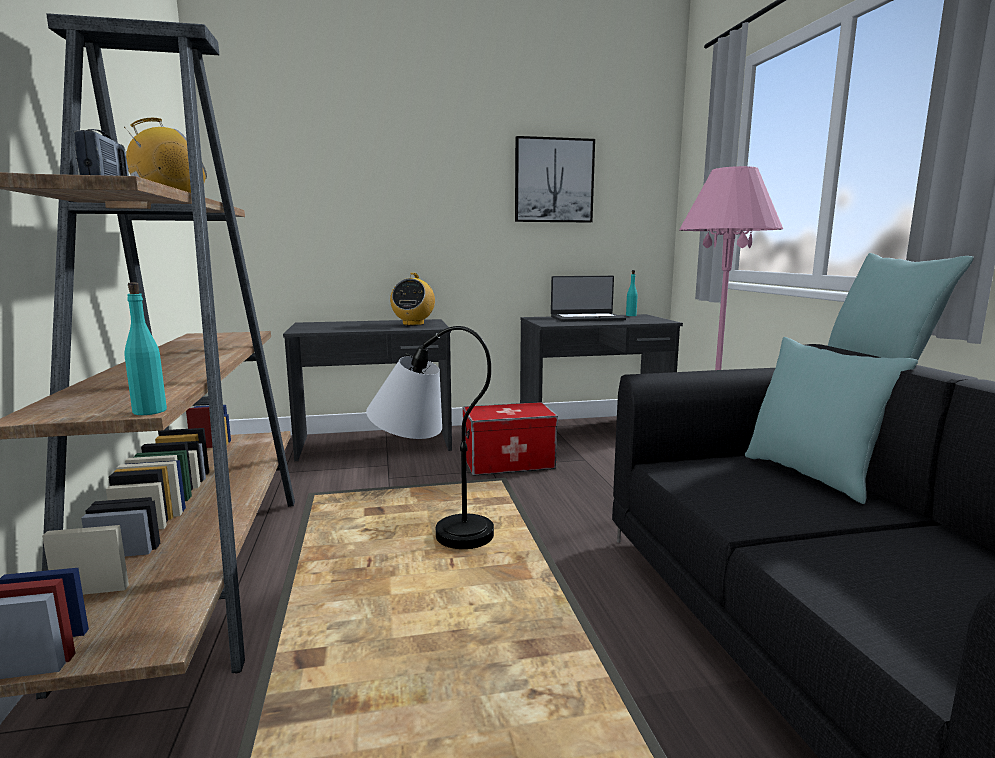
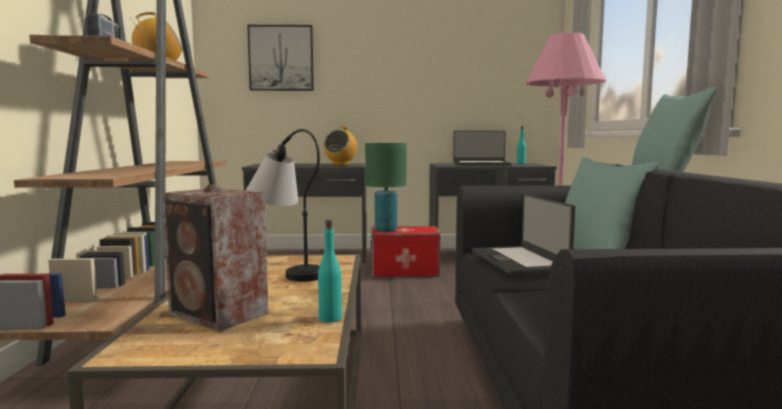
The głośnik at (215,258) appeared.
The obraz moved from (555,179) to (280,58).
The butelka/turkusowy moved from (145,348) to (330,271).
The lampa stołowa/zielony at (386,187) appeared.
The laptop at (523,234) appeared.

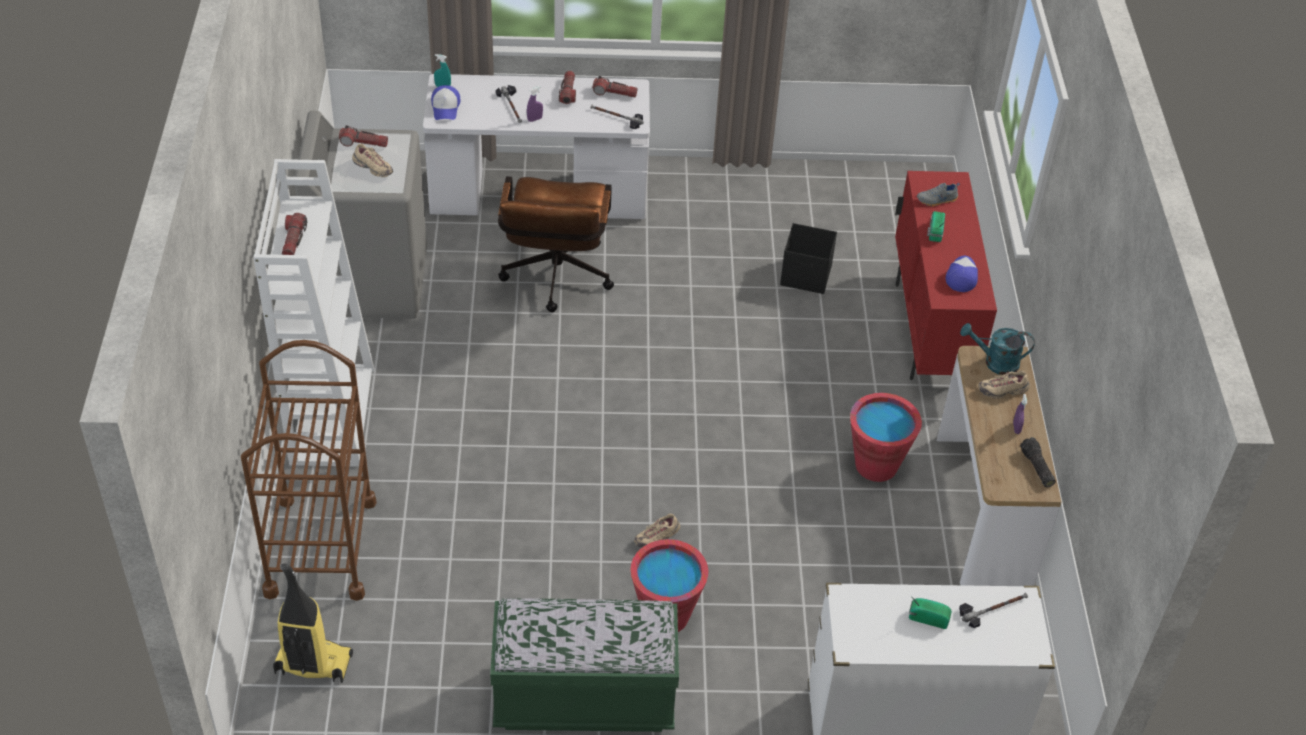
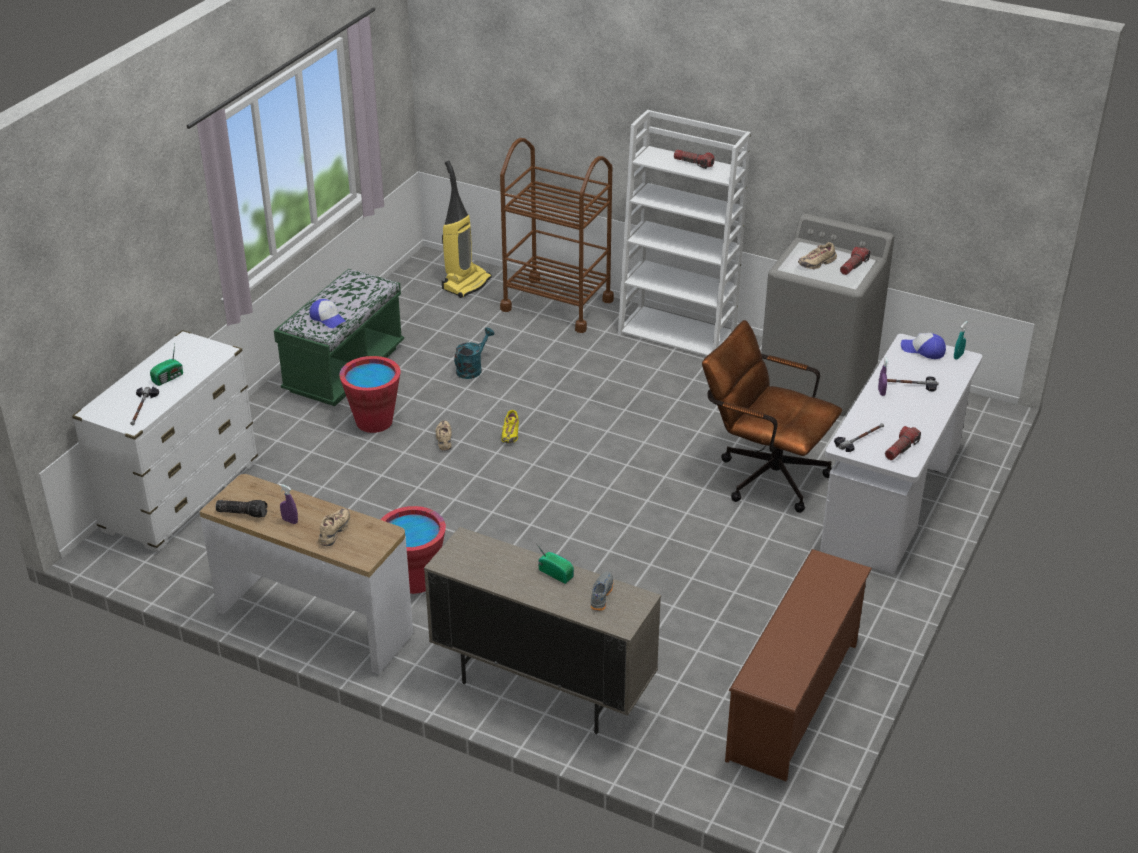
The czapka z daszkiem moved from (962,274) to (327,313).
The szafka/czerwony at (946,275) became the szafka/beżowy at (542,630).
The konewka/turkusowy moved from (997,349) to (474,353).
The but/żółty at (510,426) appeared.
The regał na buty/brązowy at (798,665) appeared.
The latarka at (567,87) disappeared.
The pojemnik do przechowywania/czarny at (808,258) disappeared.

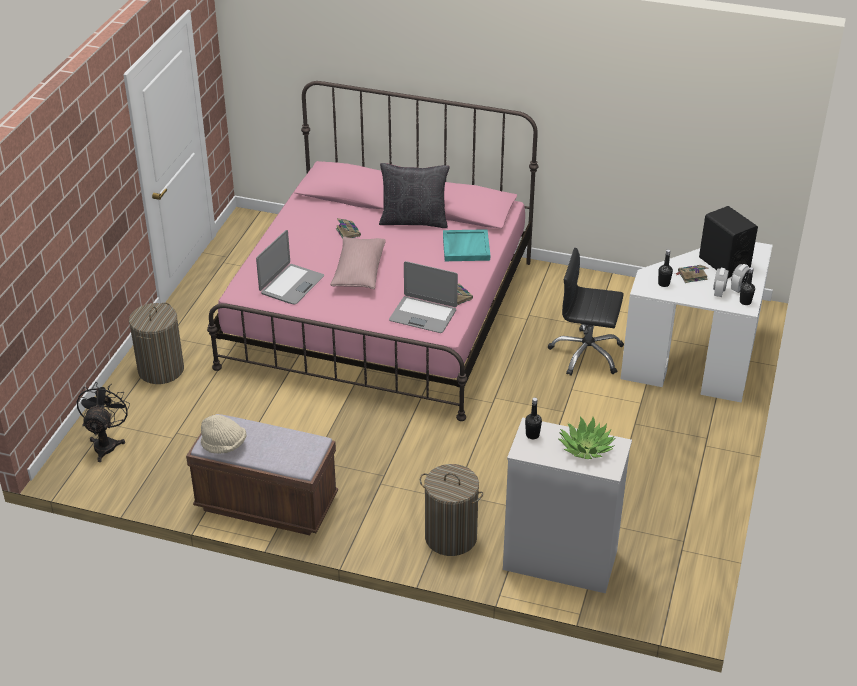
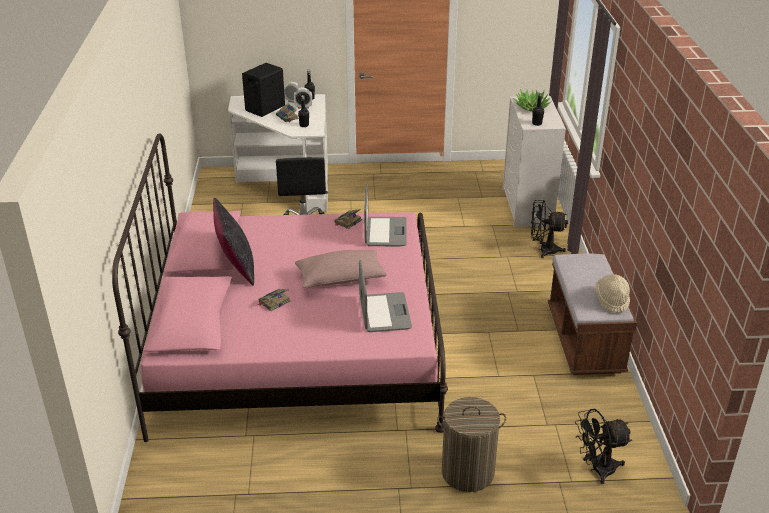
The laptop at (290,267) turned 75 degrees clockwise.
The kosz na pranie at (451,510) was replaced by the wentylator/czarny at (549,229).
The taca/turkusowy at (466,245) disappeared.

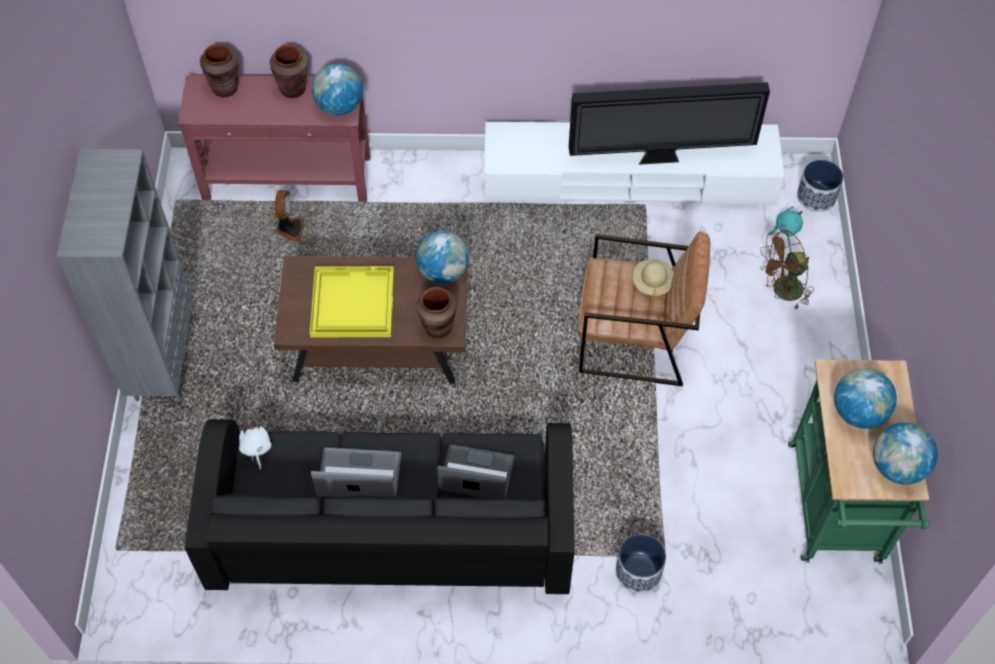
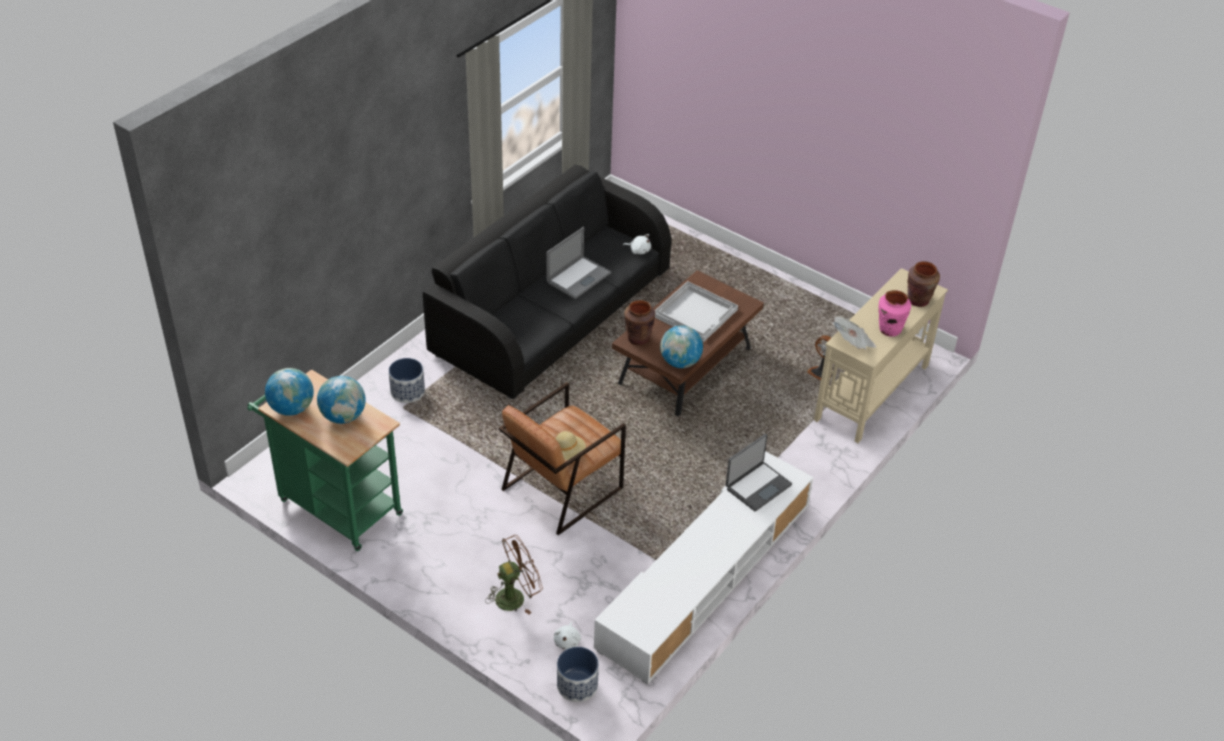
The wentylator/brązowy at (787,270) turned 45 degrees clockwise.
The pluszak/turkusowy at (785,221) became the pluszak/biały at (567,636).
The taca/żółty at (352,301) became the taca/biały at (696,311).
The laptop moved from (475,471) to (759,472).
The stolik konsolowy/czerwony at (274,138) became the stolik konsolowy/beżowy at (881,355).
The globus at (337,89) was replaced by the gazeta at (854,333).
The wazon/brązowy at (289,71) became the wazon/różowy at (895,313).
The regał/szary at (124,275) disappeared.
The telewizor at (669,123) disappeared.

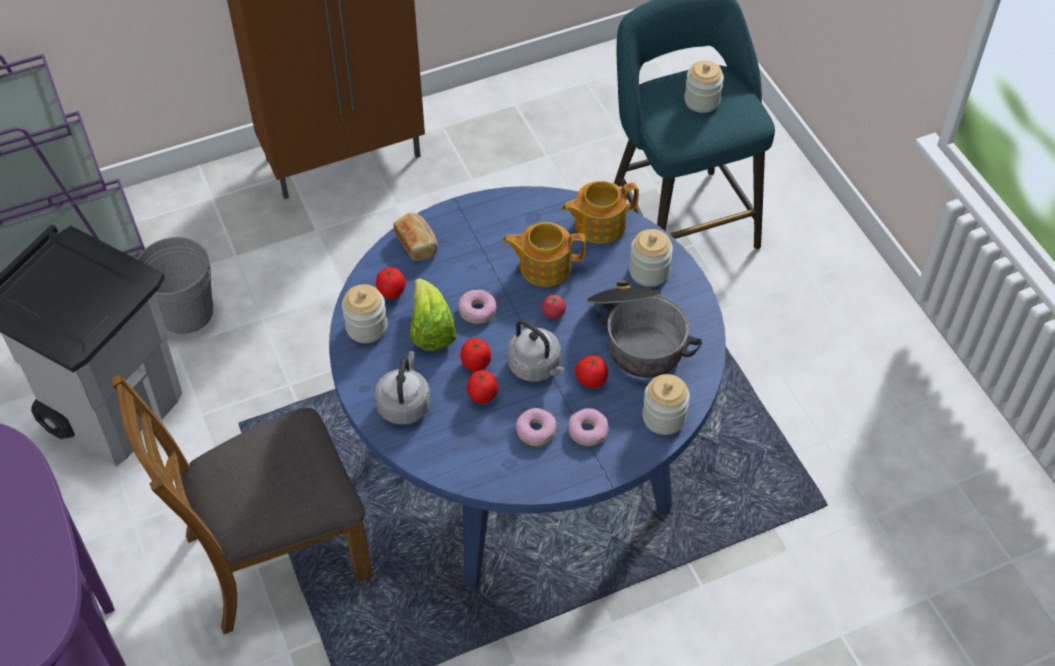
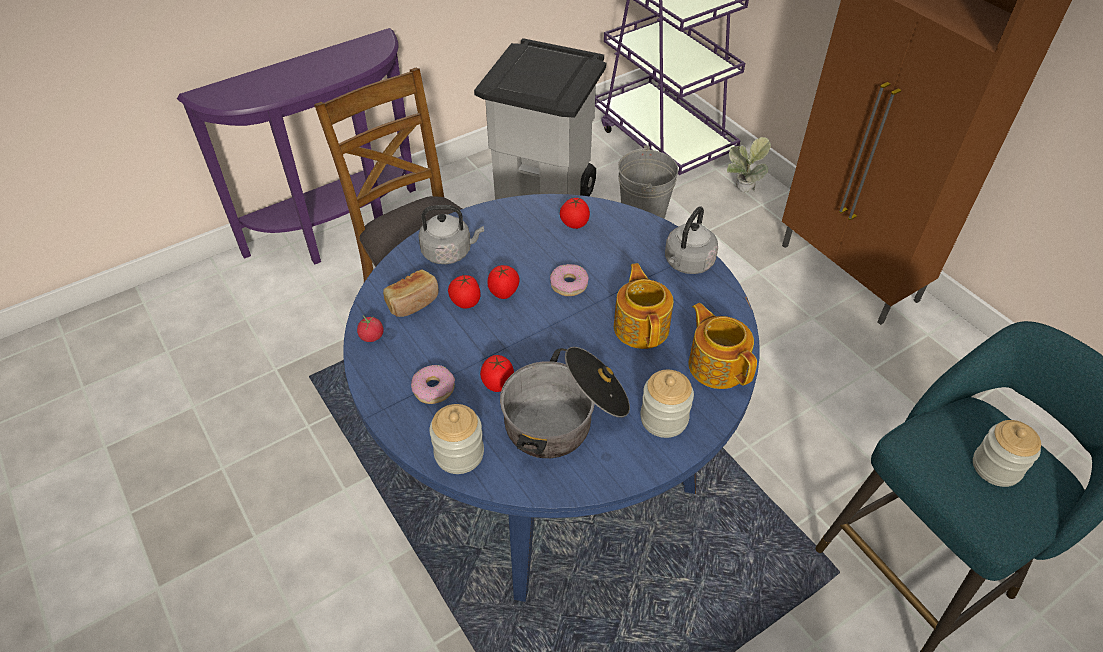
The pomidor moved from (554,306) to (370,328).
The chleb moved from (415,237) to (411,293).
The czajnik/szary moved from (536,351) to (691,240).
The roślina doniczkowa at (749,165) appeared.
The słoik at (365,313) disappeared.
The sałata at (432,314) disappeared.
The donut at (536,427) disappeared.

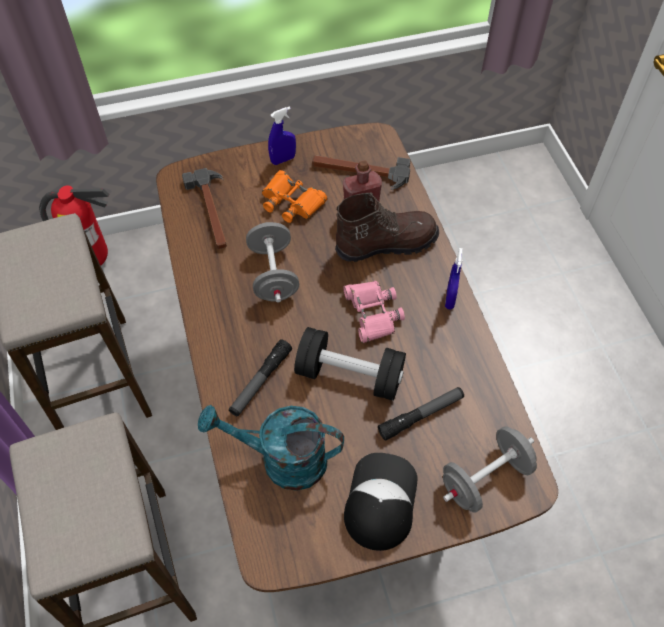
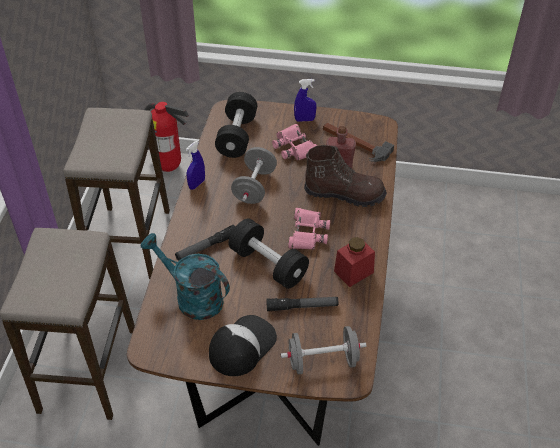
The spryskiwacz/niebieski moved from (454,279) to (195,165).
The młotek at (204,208) was replaced by the hantel/czarny at (236,125).
The lornetka/pomarańczowy at (295,196) became the lornetka/różowy at (294,142).
The słoik/czerwony at (354,262) appeared.

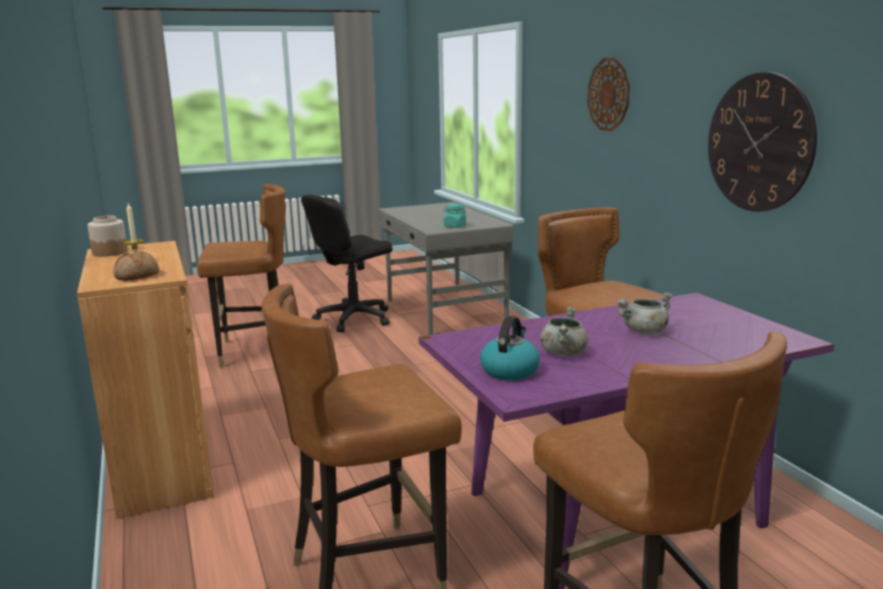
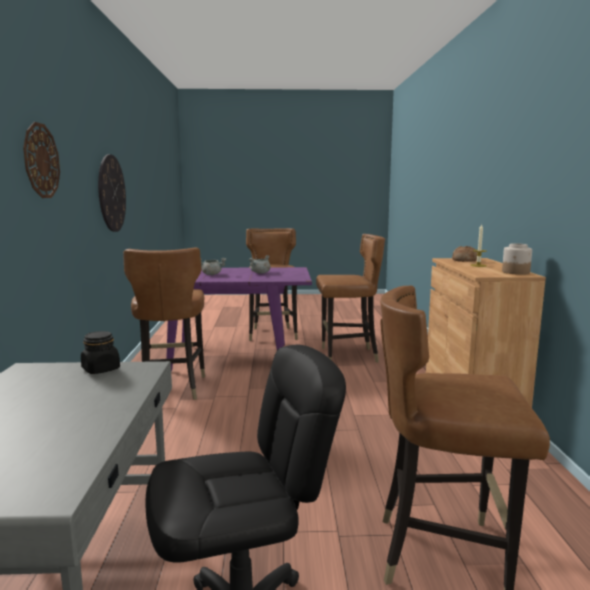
The słoik/turkusowy at (454,216) became the słoik/czarny at (100,352).
The czajnik at (510,348) disappeared.

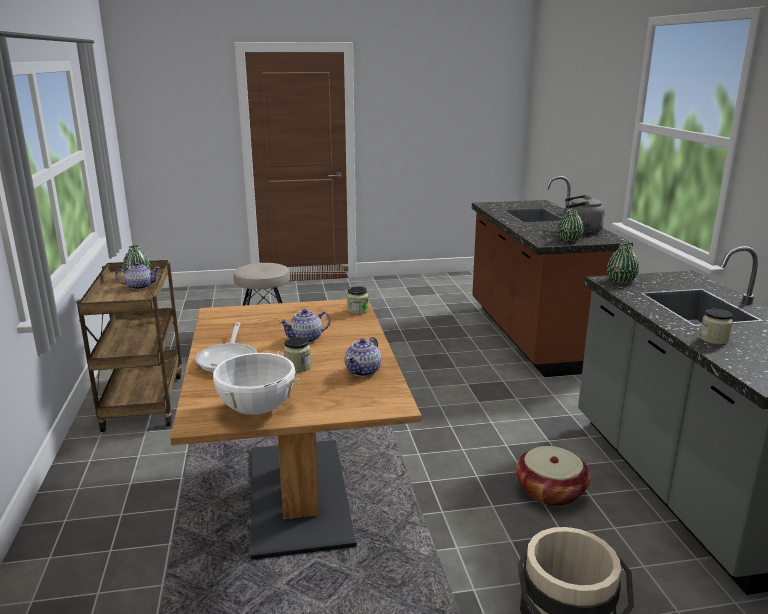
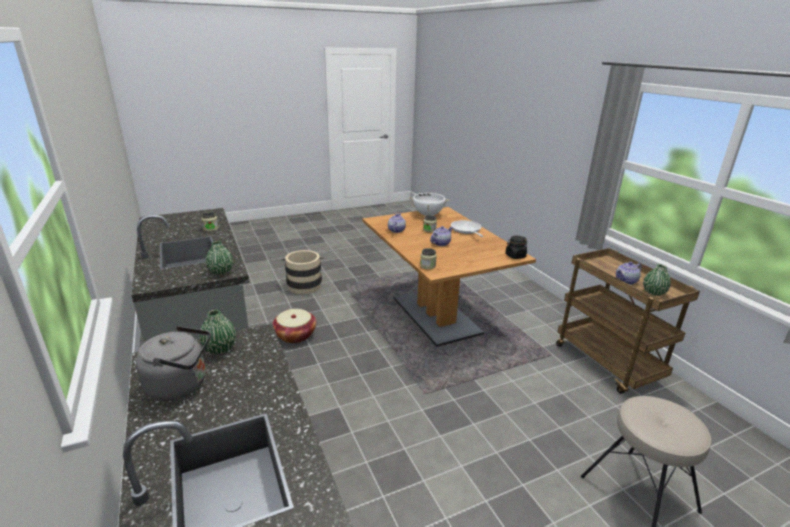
The słoik/czarny at (516,247) appeared.

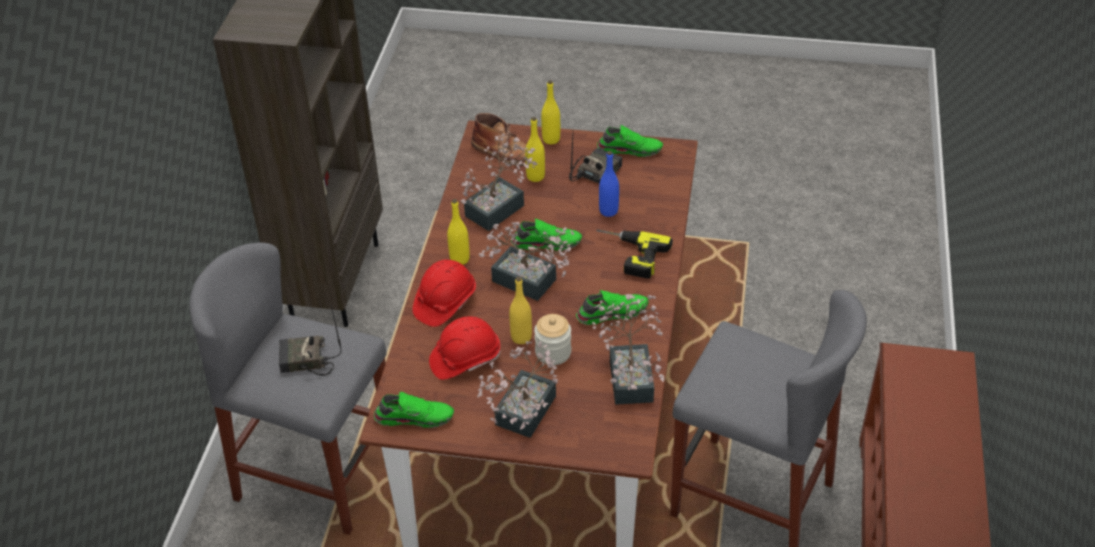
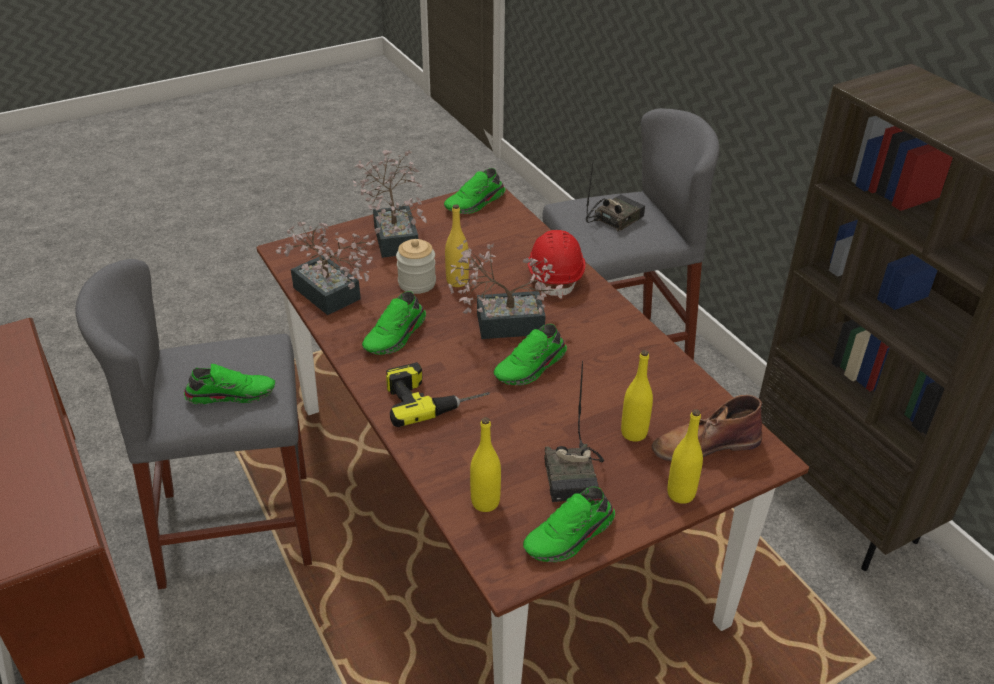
The but/zielony at (229,384) appeared.
The butelka/żółty moved from (458,232) to (485,464).
The kask/czerwony at (464,348) disappeared.
The roślina doniczkowa at (499,182) disappeared.
The butelka/niebieski at (609,184) disappeared.

